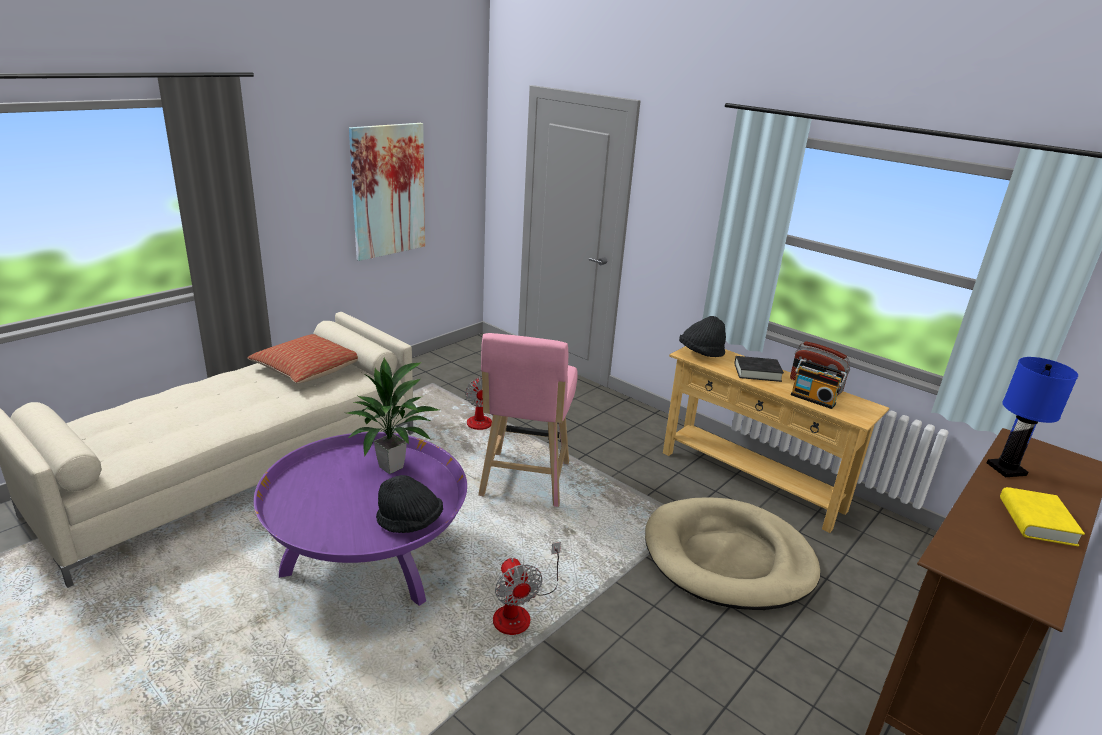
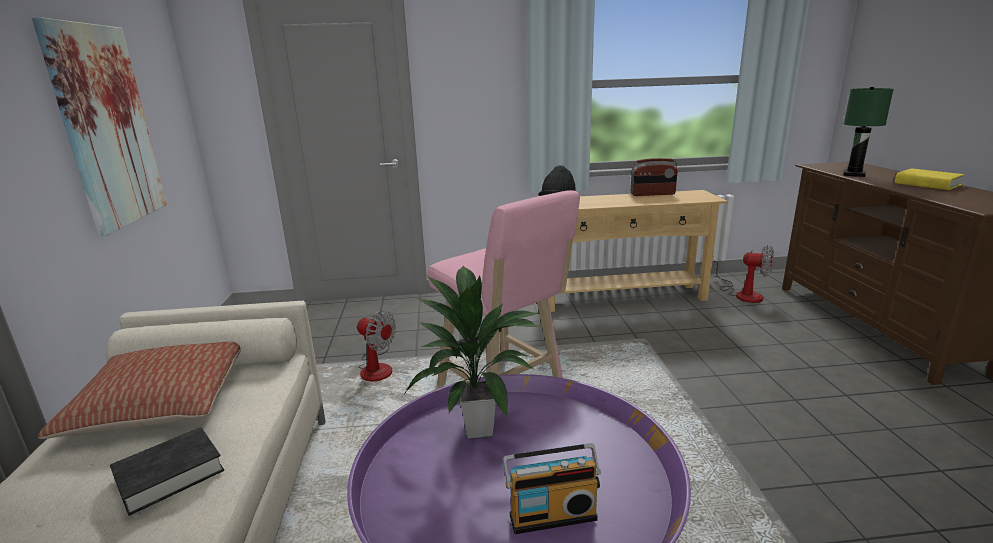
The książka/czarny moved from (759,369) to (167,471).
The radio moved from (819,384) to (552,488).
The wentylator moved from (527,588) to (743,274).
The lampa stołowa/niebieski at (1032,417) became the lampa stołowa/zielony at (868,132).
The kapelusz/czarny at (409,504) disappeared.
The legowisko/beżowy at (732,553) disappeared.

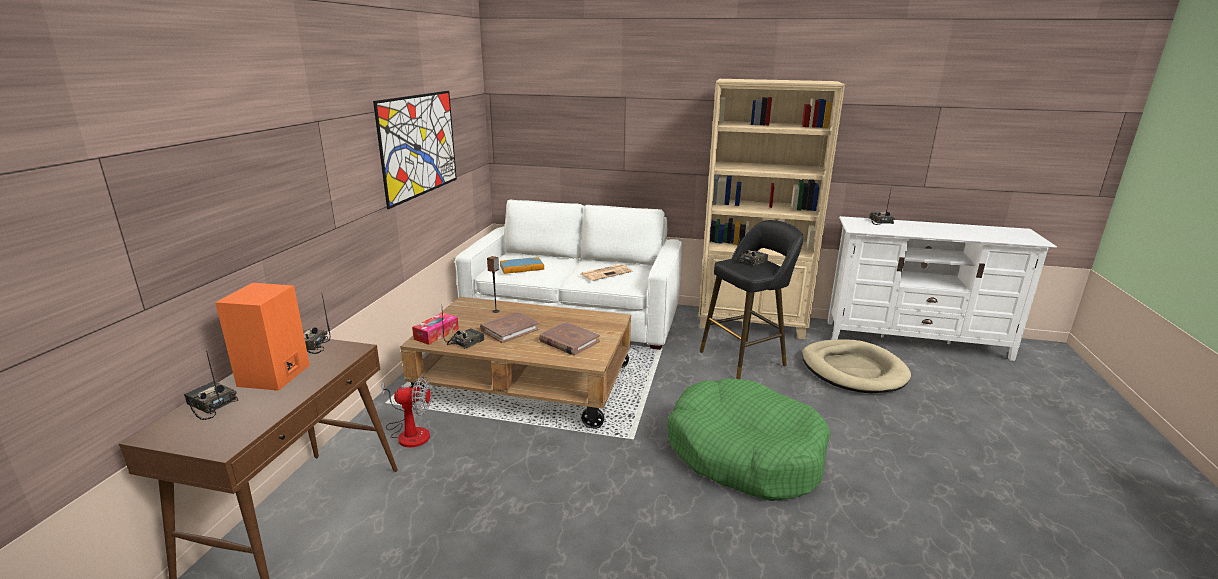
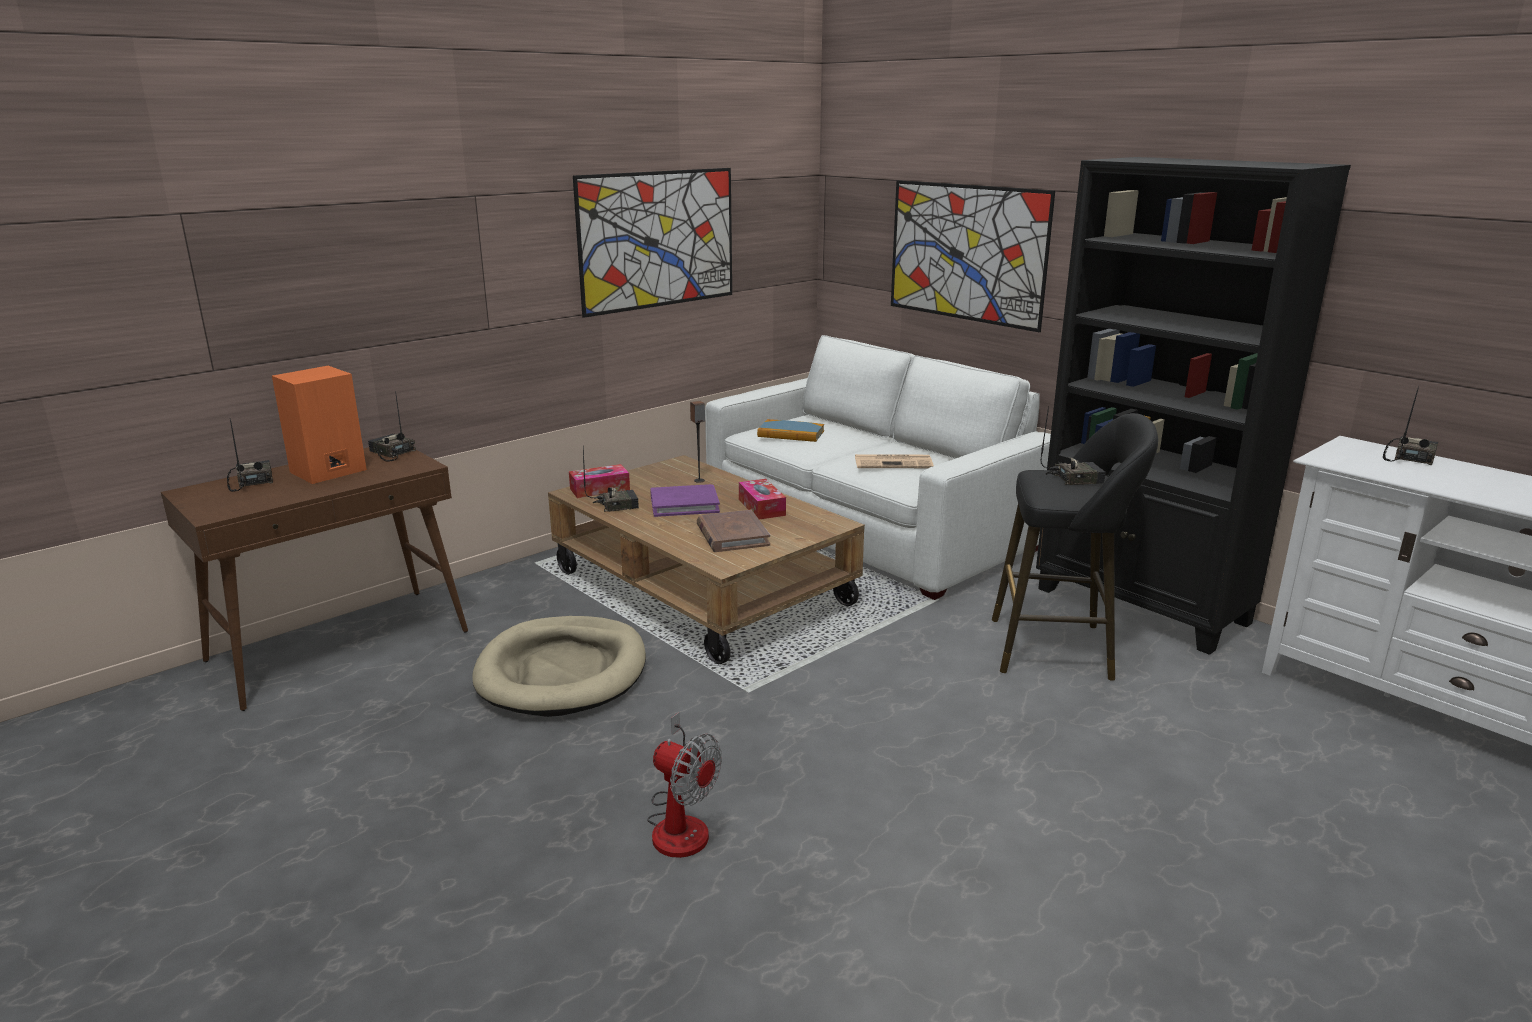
The legowisko/beżowy moved from (856,366) to (559,666).
The wentylator moved from (406,412) to (684,785).
The książka/brązowy at (510,327) became the książka/fioletowy at (685,500).
The pudełko chusteczek at (762,499) appeared.
The obraz at (973,256) appeared.
The regał/beżowy at (772,209) became the regał/czarny at (1193,406).
The legowisko/zielony at (749,439) disappeared.

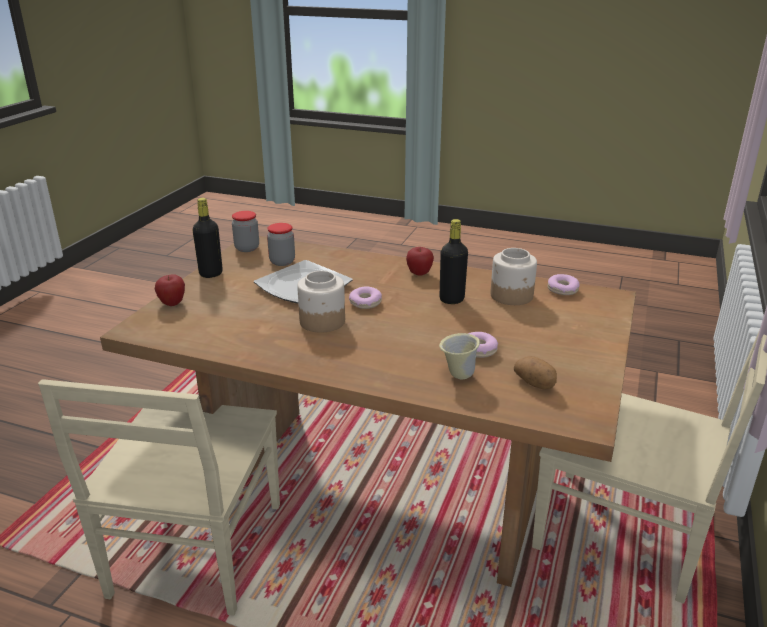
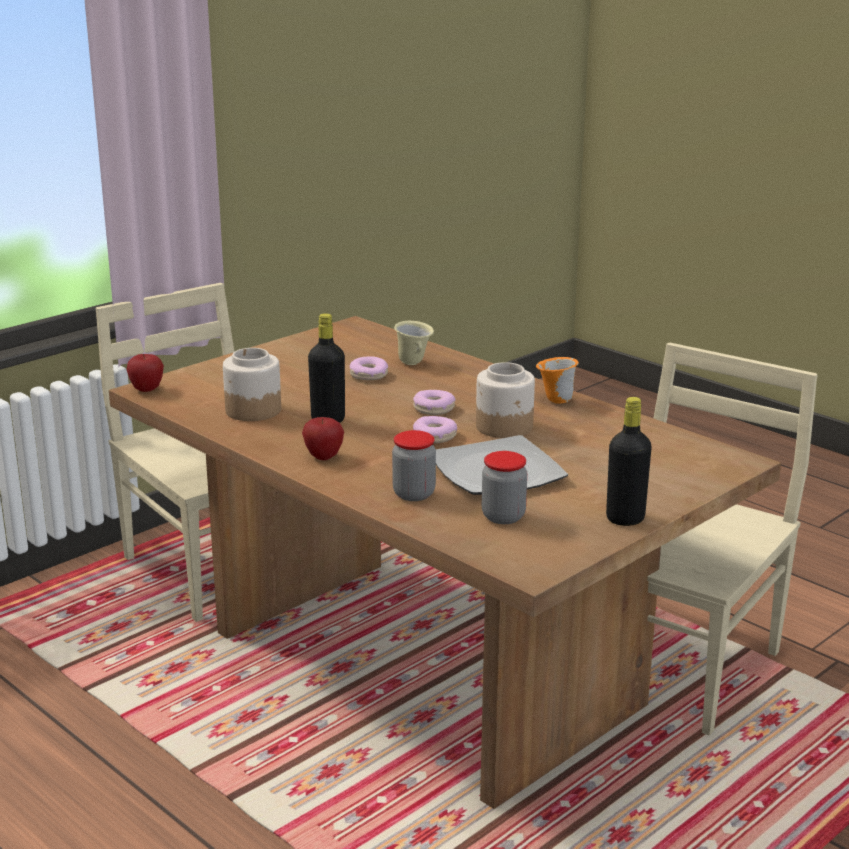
The jabłko moved from (170,290) to (145,373).
The słoik moved from (245,231) to (414,465).
The donut moved from (564,284) to (434,402).
The kubek/pomarańczowy at (557,380) appeared.
The ziemniak at (535,373) disappeared.

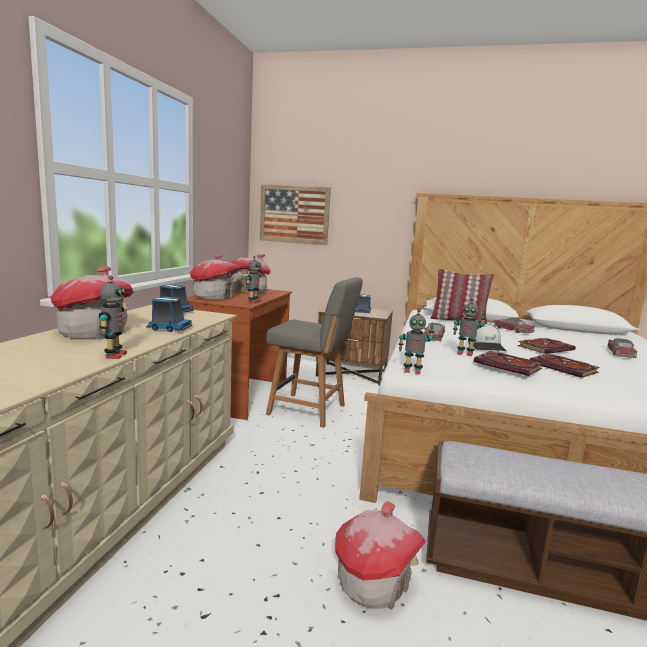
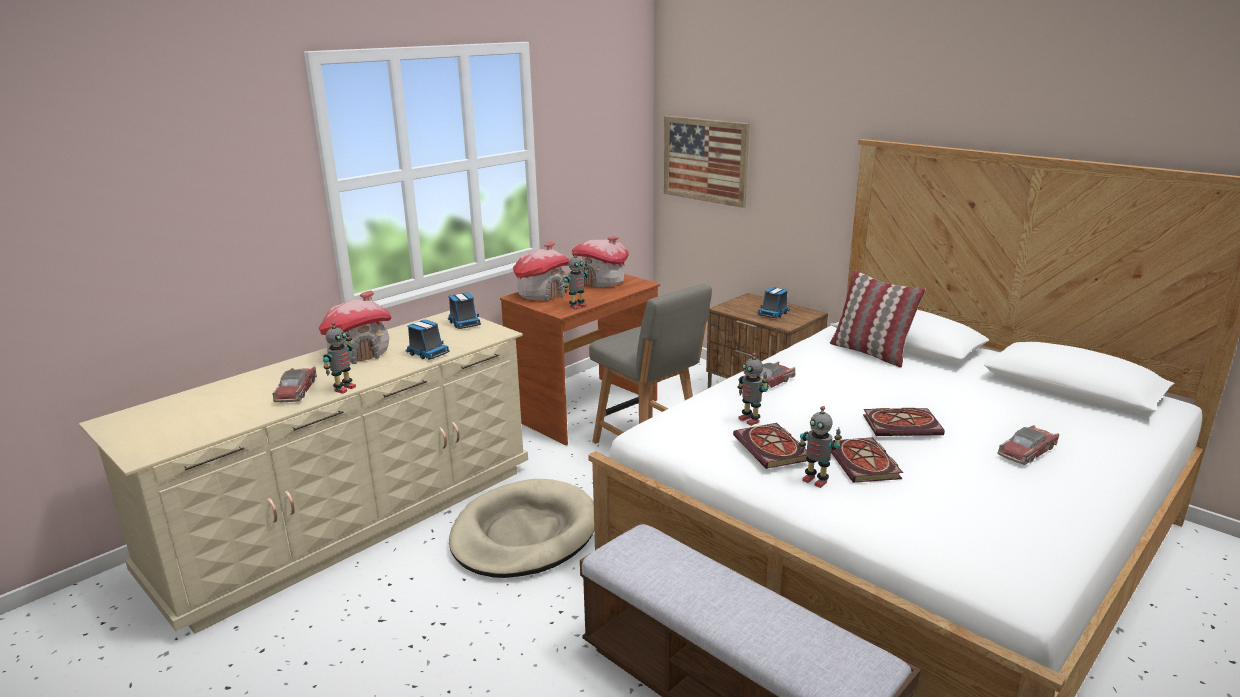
The samochodzik moved from (514,325) to (295,384).
The legowisko/beżowy at (521,528) appeared.
The robot zabawkowy moved from (416,341) to (820,447).
The domek at (380,555) disappeared.
The czapka z daszkiem at (487,337) disappeared.

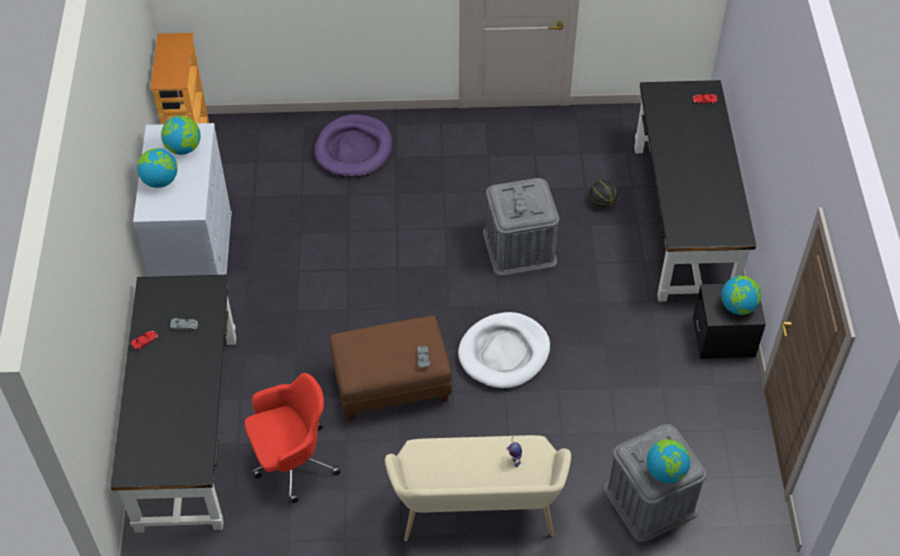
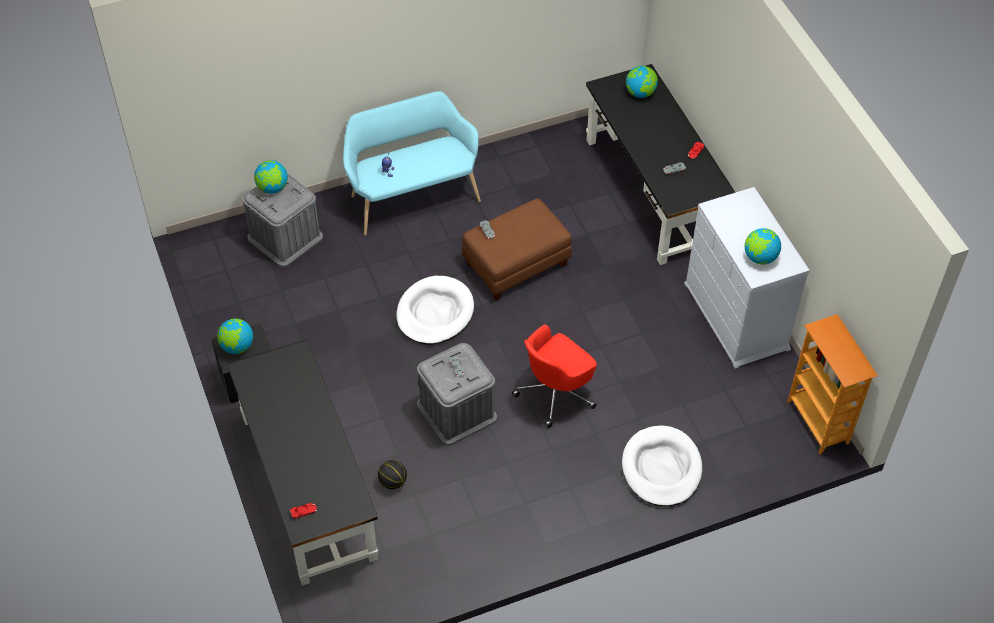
The ławka/beżowy at (478,488) became the ławka/turkusowy at (412,163).
The krzesło biurowe/czerwony moved from (293,438) to (554,376).
The legowisko/fioletowy at (353,146) became the legowisko/biały at (662,466).
The globus moved from (157,168) to (642,82).

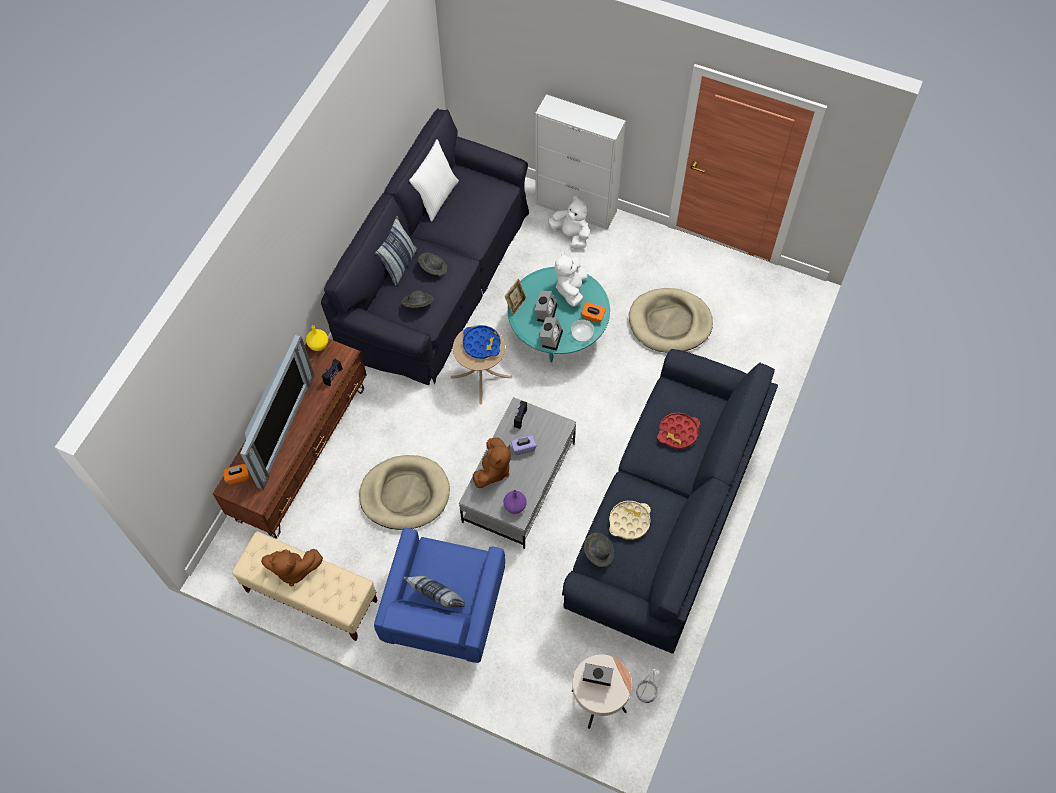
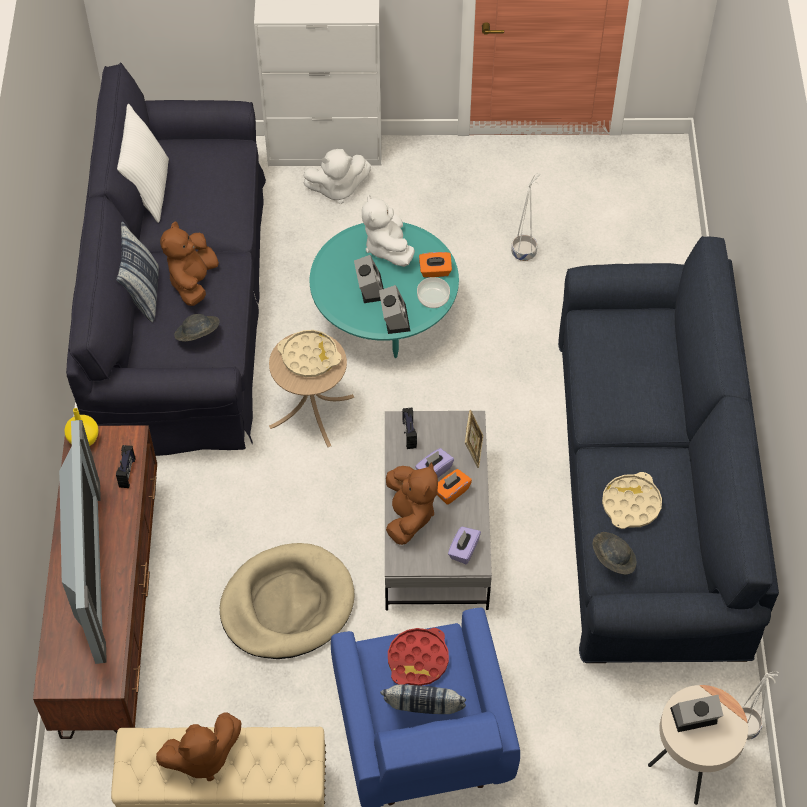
The kapelusz/szary at (432,264) was replaced by the pluszak/brązowy at (189,264).
The taca/niebieski at (482,342) became the taca/beżowy at (309,353).
The pluszak/biały at (569,222) turned 150 degrees clockwise.
The taca/czerwony moved from (678,430) to (418,657).
The pudełko chusteczek/pomarańczowy moved from (236,474) to (454,487).
The wazon/fioletowy at (515,502) was replaced by the pudełko chusteczek/fioletowy at (464,545).
The ramka na zdjęcie moved from (516,297) to (474,439).
The legowisko/beżowy at (671,320) was replaced by the donica/biały at (525,216).

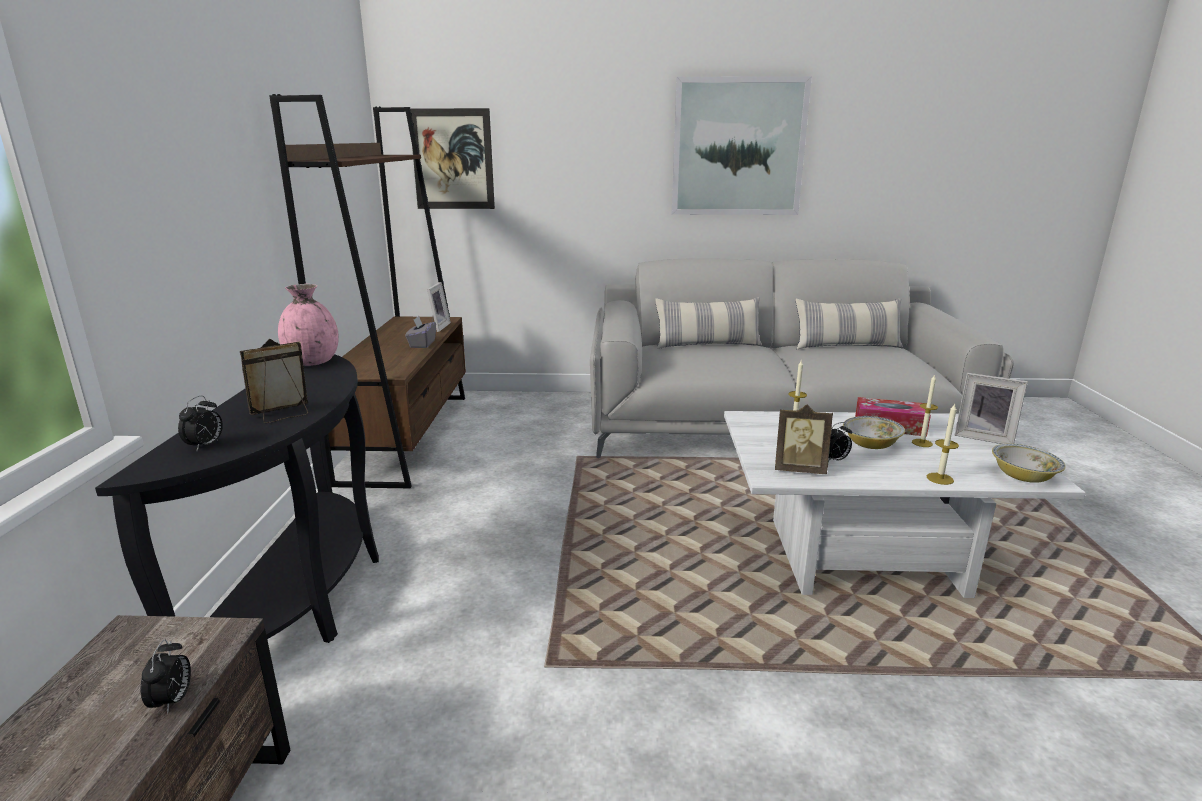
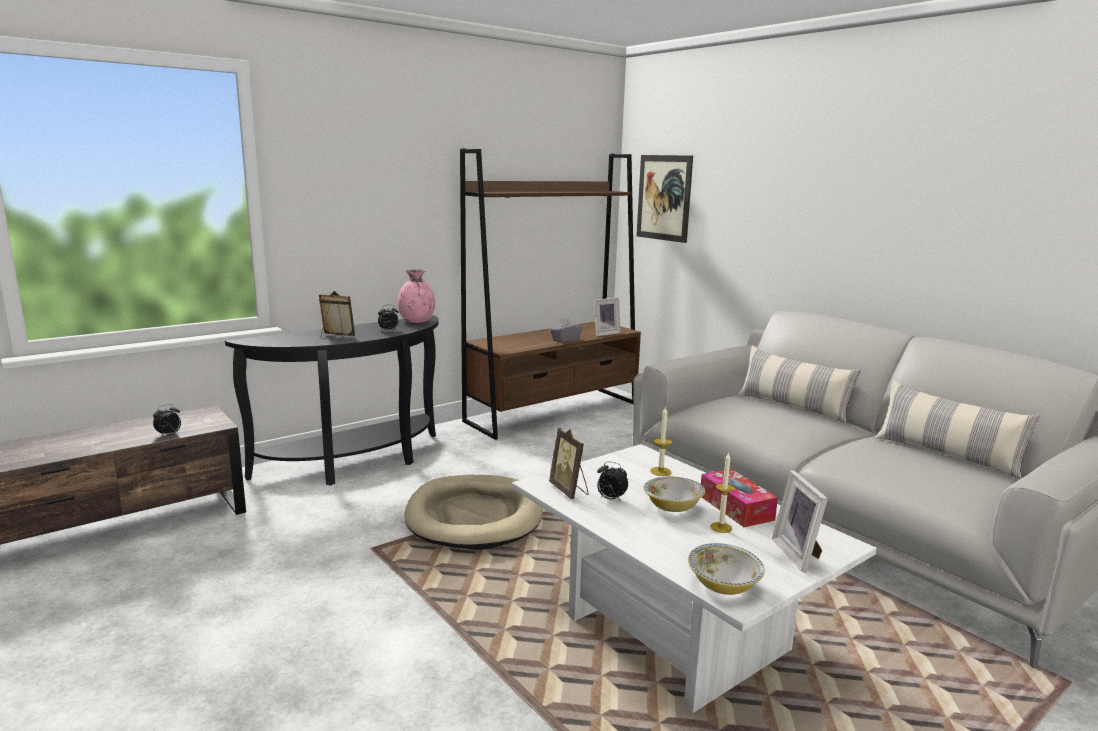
The budzik moved from (200,423) to (388,318).
The legowisko/beżowy at (473,512) appeared.
The obraz at (742,145) disappeared.
The świeca at (943,444) disappeared.

